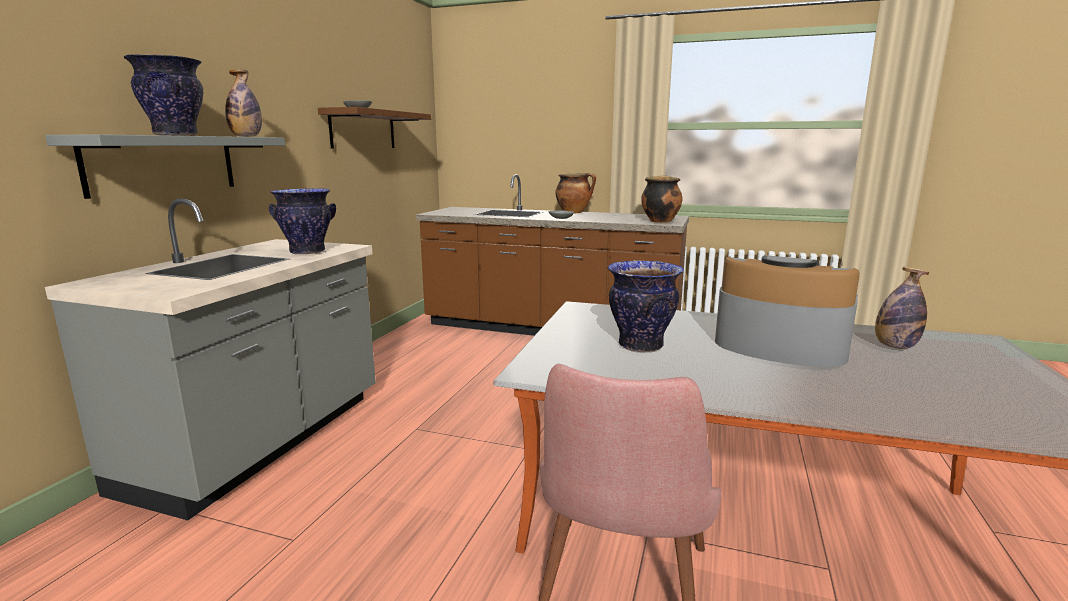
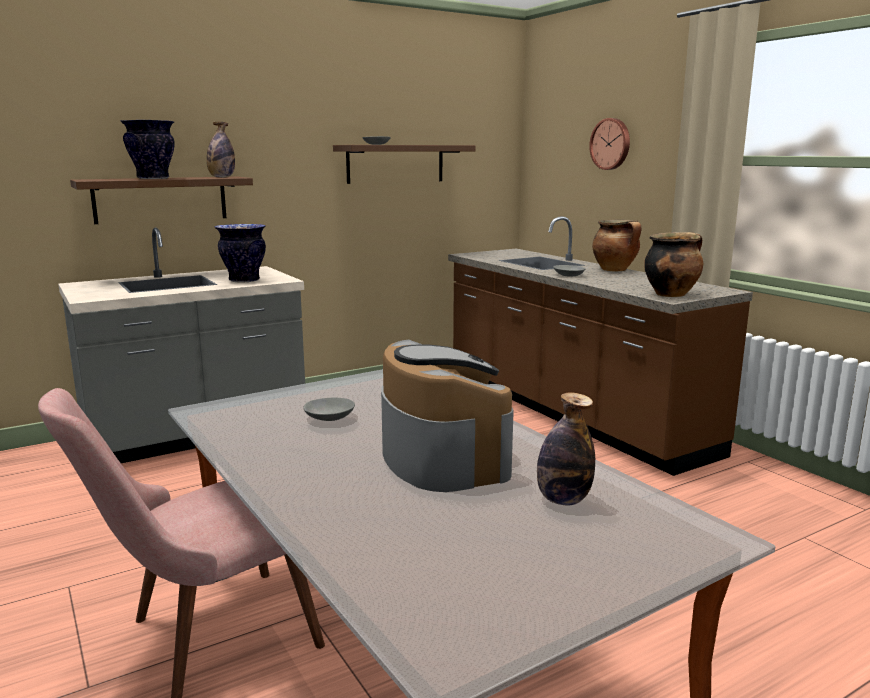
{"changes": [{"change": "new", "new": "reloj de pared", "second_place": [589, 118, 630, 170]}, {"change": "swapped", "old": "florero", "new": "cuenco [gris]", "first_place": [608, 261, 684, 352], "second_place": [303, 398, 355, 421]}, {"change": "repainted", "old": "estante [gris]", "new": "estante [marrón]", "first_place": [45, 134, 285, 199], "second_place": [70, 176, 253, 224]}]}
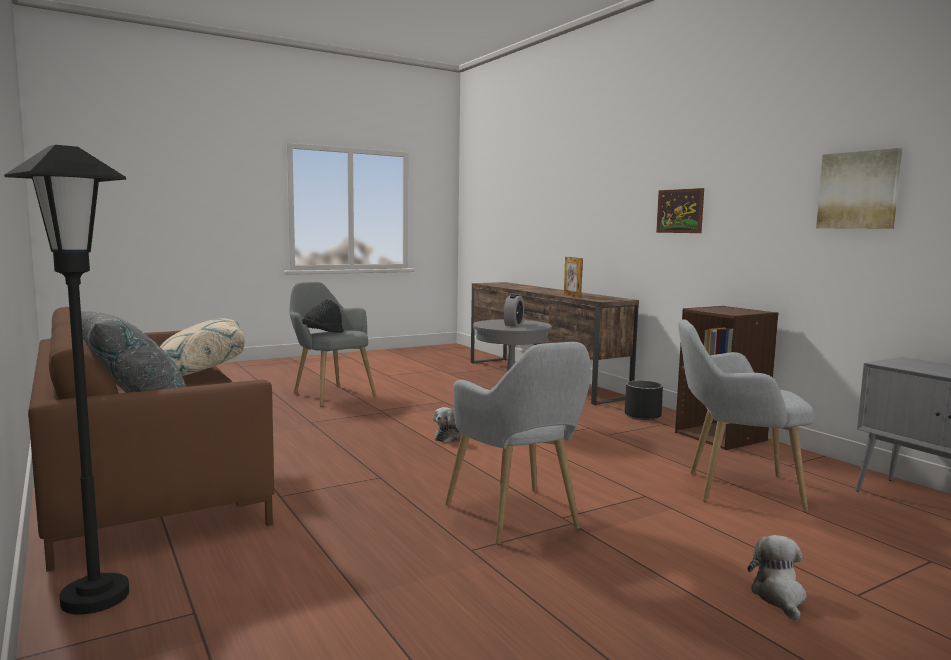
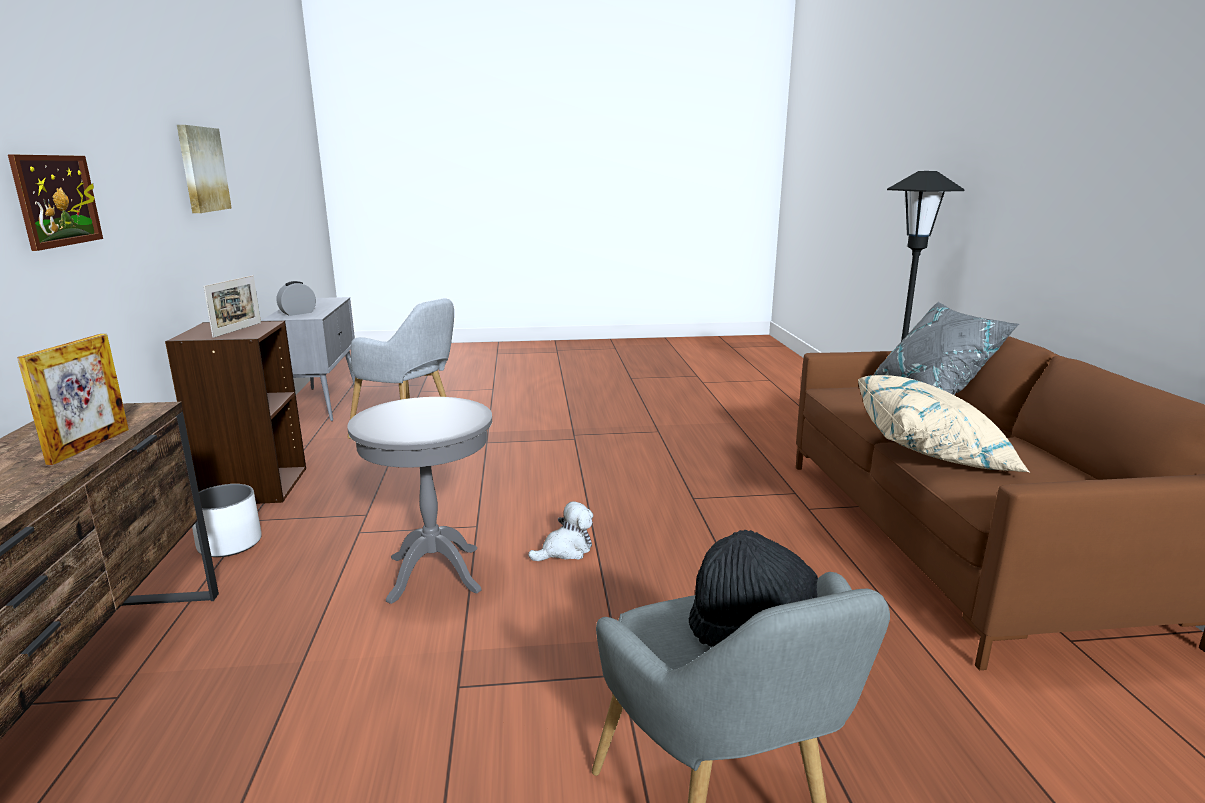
{"changes": [{"change": "gone", "old": "sillón [gris]", "first_place": [445, 342, 591, 545]}, {"change": "gone", "old": "peluche", "first_place": [747, 535, 807, 621]}, {"change": "new", "new": "portarretratos", "second_place": [203, 275, 261, 338]}, {"change": "shifted", "old": "despertador", "first_place": [504, 294, 524, 326], "second_place": [277, 281, 316, 316]}, {"change": "repainted", "old": "maceta [negro]", "new": "maceta [blanco]", "first_place": [625, 380, 663, 420], "second_place": [192, 484, 262, 557]}]}
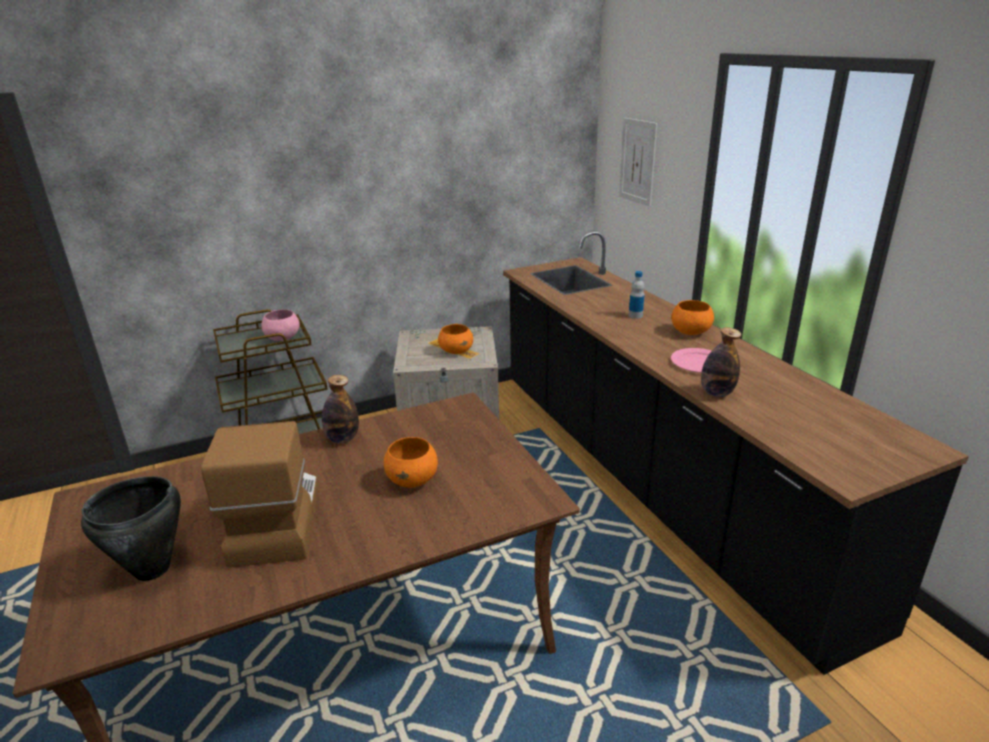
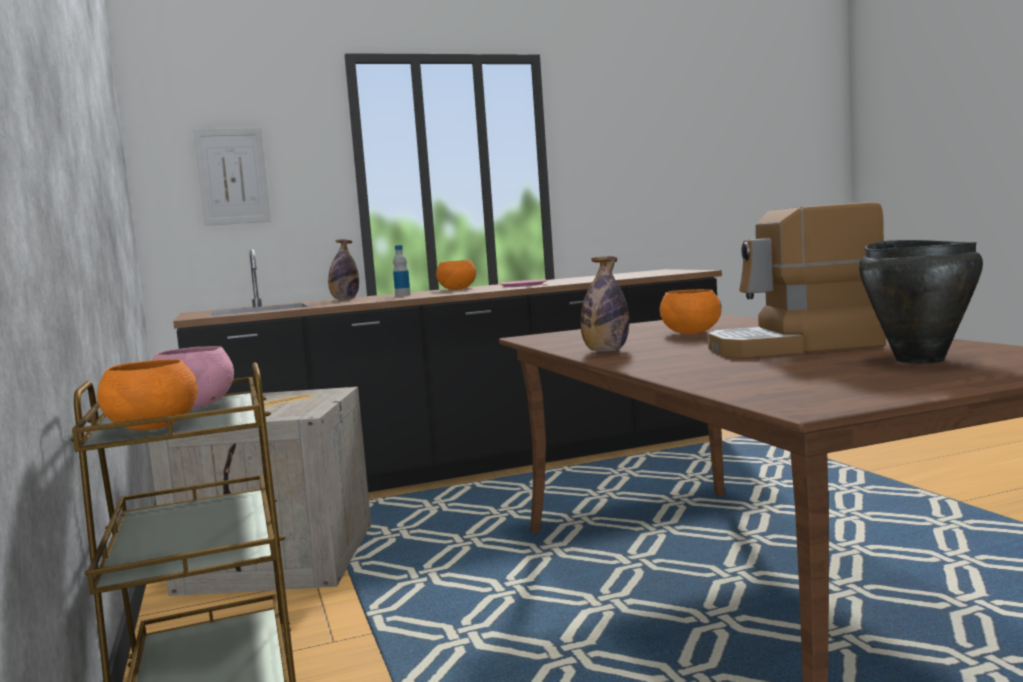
{"changes": [{"change": "shifted", "old": "cuenco [naranja]", "first_place": [438, 324, 473, 354], "second_place": [97, 359, 198, 430]}, {"change": "shifted", "old": "botella", "first_place": [701, 327, 741, 397], "second_place": [328, 239, 359, 299]}]}
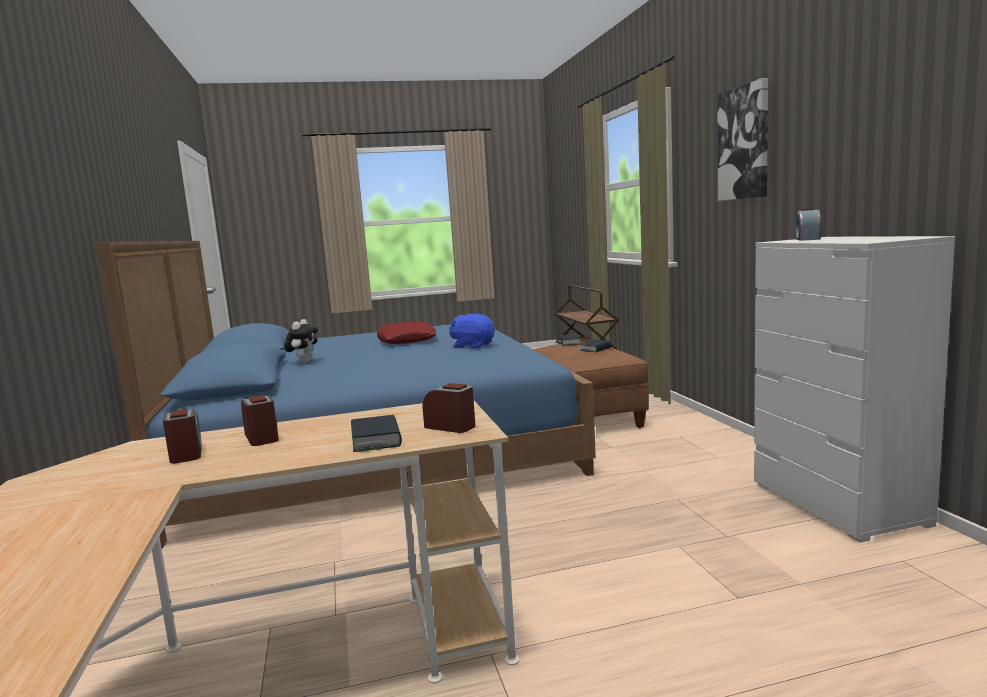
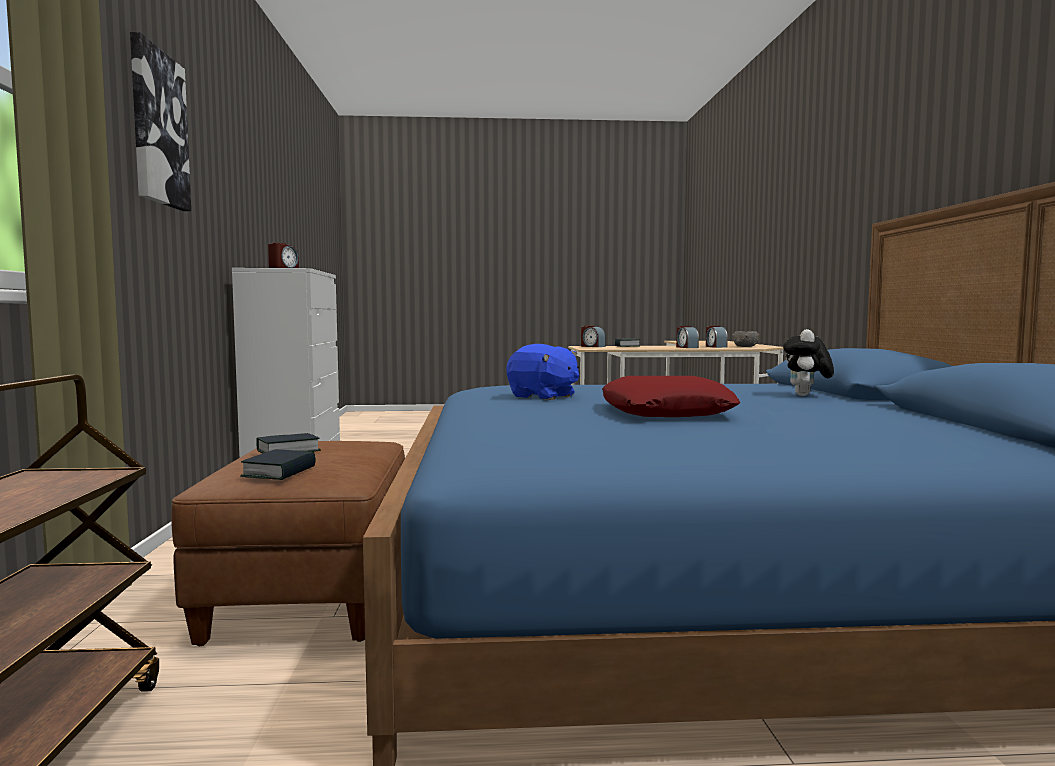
{"changes": [{"change": "new", "new": "cuenco [gris]", "second_place": [732, 331, 759, 347]}]}
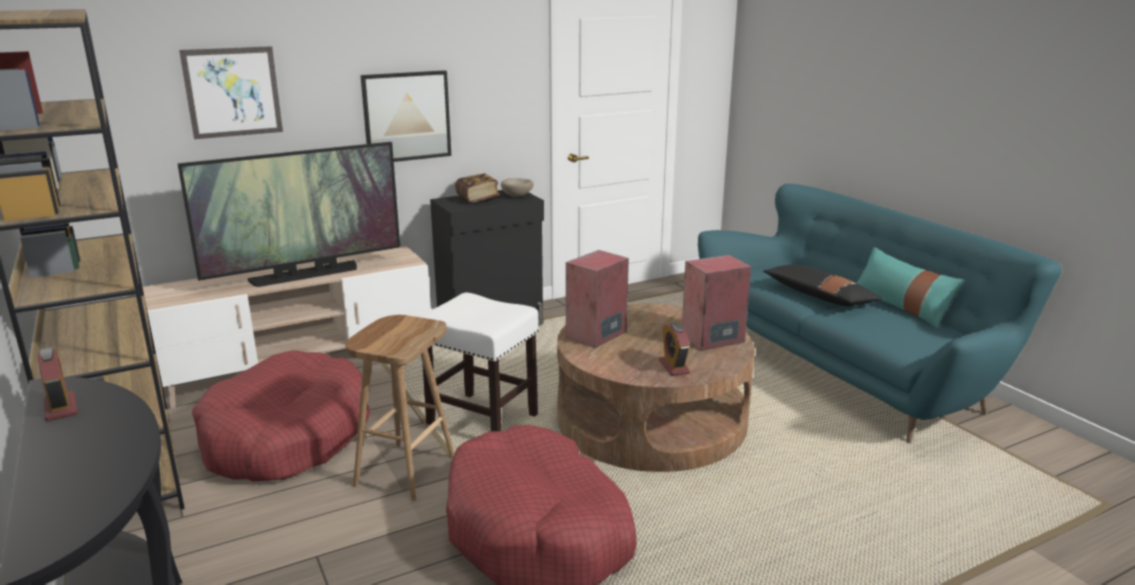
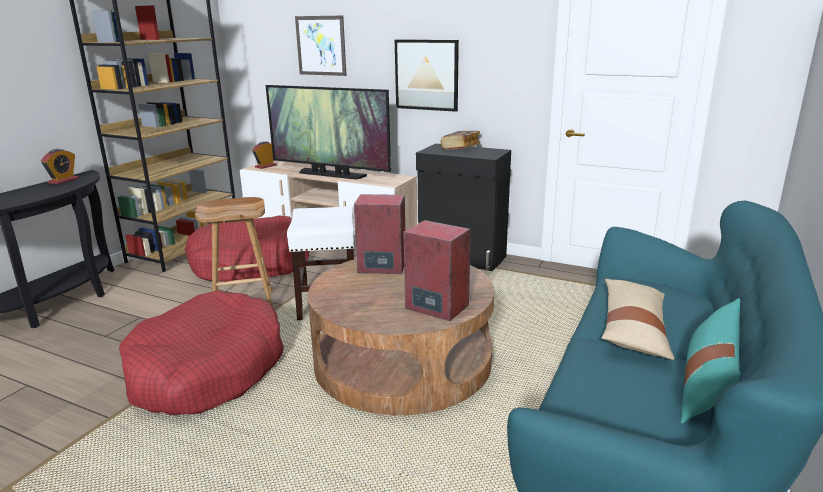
{"changes": [{"change": "gone", "old": "cuenco [beis]", "first_place": [501, 178, 534, 197]}, {"change": "shifted", "old": "despertador", "first_place": [659, 322, 690, 376], "second_place": [252, 141, 277, 169]}, {"change": "repainted", "old": "cojín [negro]", "new": "cojín [beis]", "first_place": [763, 264, 883, 306], "second_place": [602, 279, 674, 360]}]}
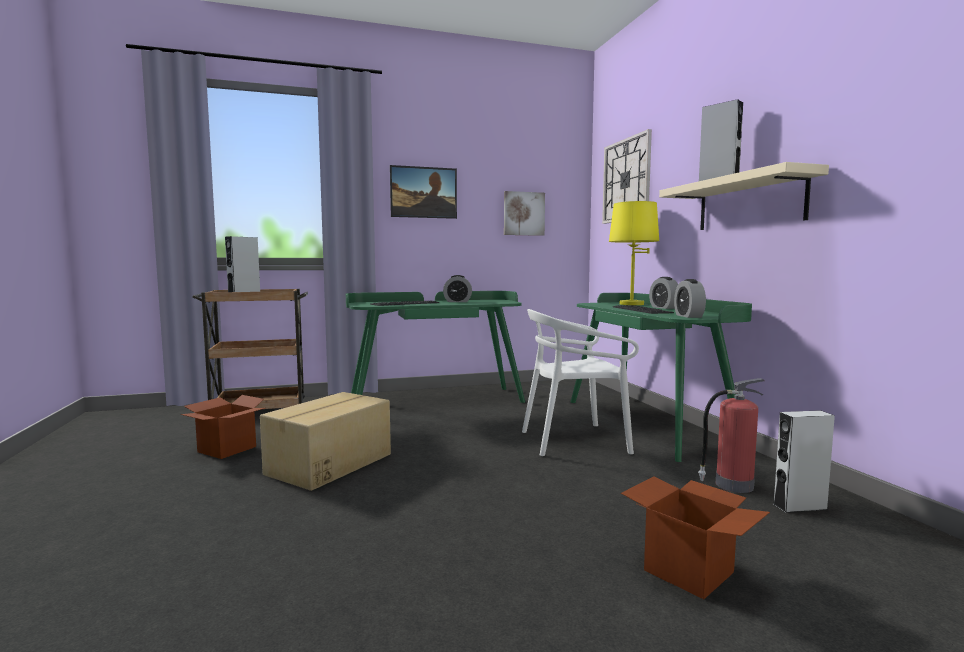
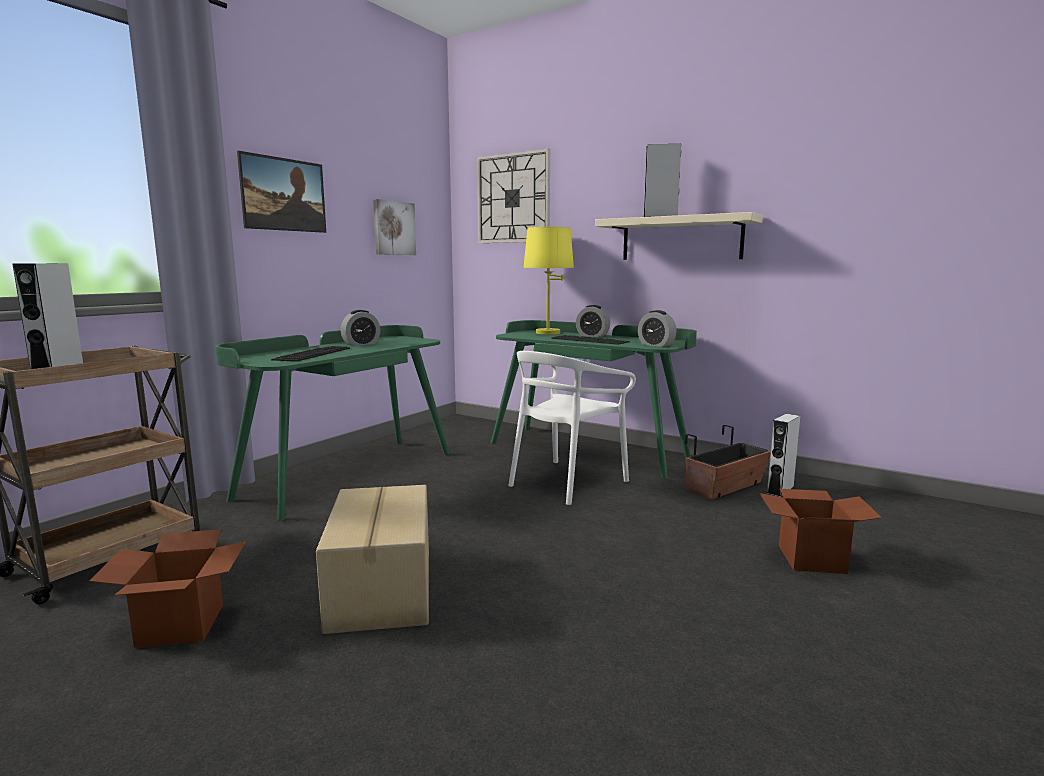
{"changes": [{"change": "swapped", "old": "extintor", "new": "maceta", "first_place": [698, 378, 765, 493], "second_place": [685, 425, 771, 499]}]}
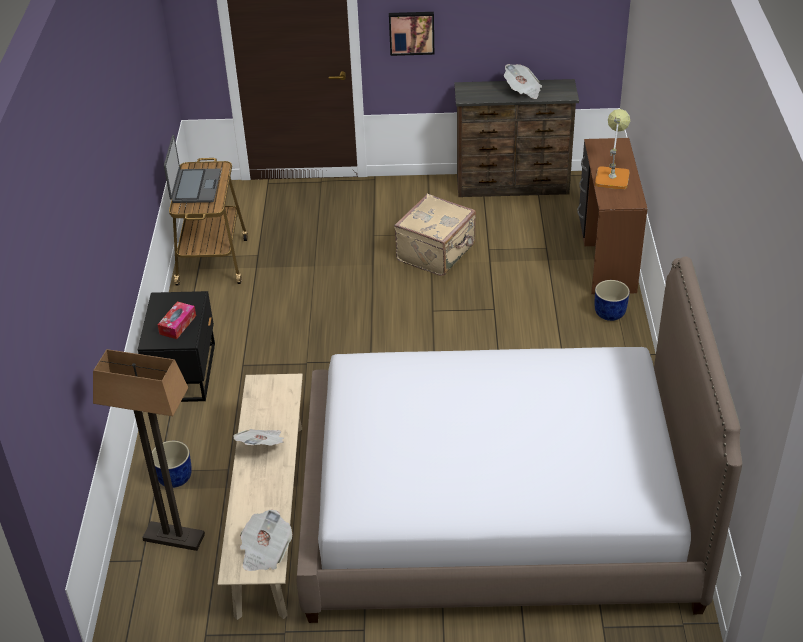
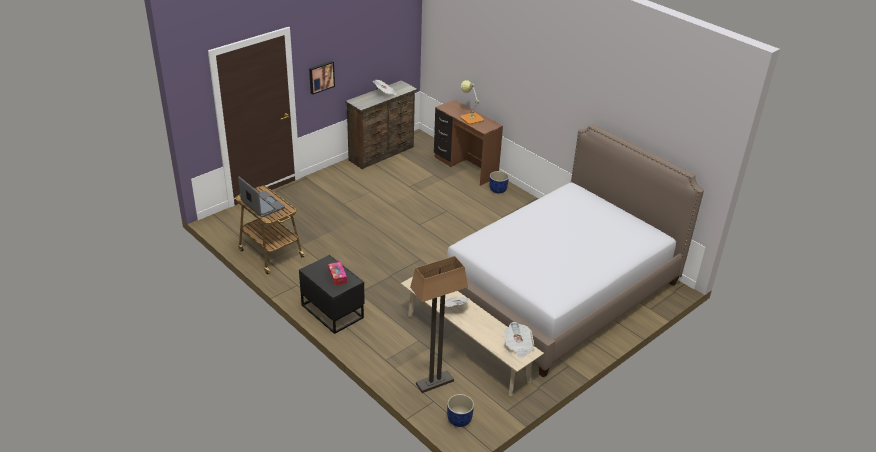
{"changes": [{"change": "gone", "old": "maleta [beis]", "first_place": [394, 194, 476, 276]}, {"change": "shifted", "old": "maceta [azul]", "first_place": [152, 441, 192, 488], "second_place": [447, 394, 474, 427]}]}
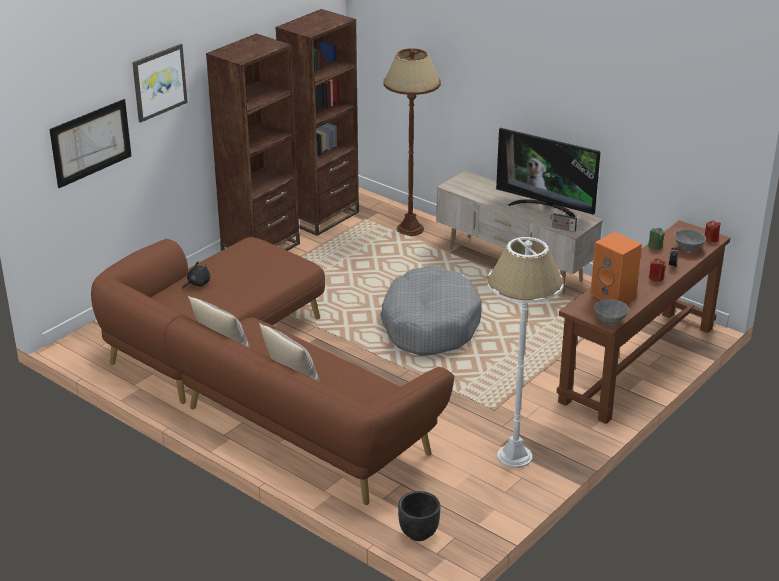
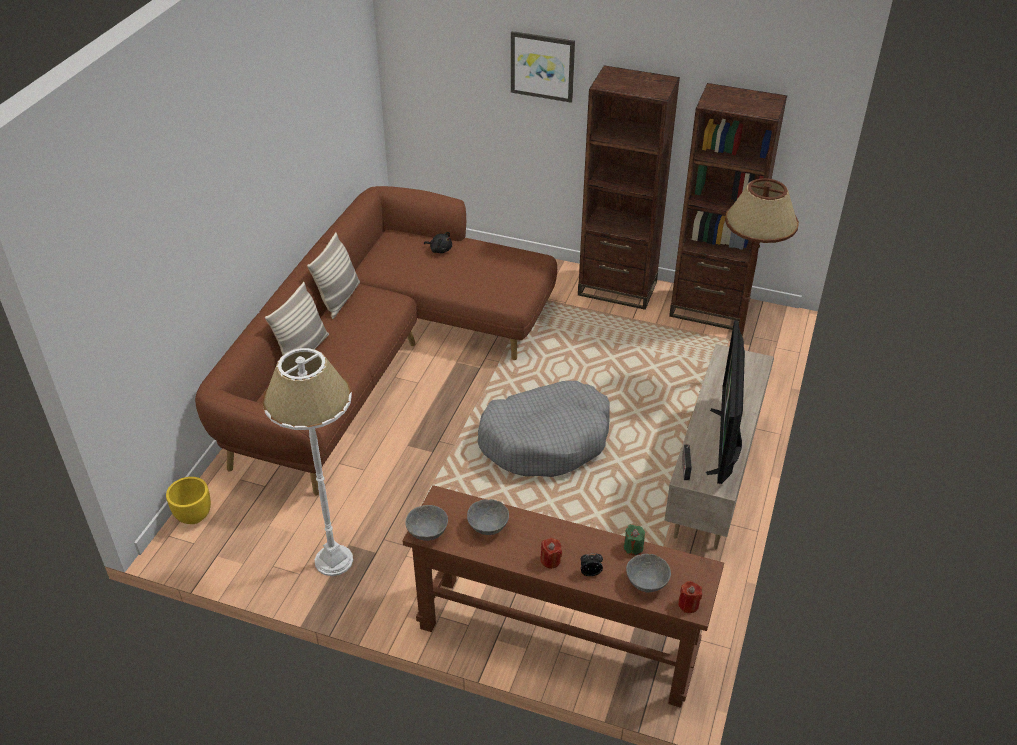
{"changes": [{"change": "gone", "old": "cuadro", "first_place": [49, 99, 131, 188]}, {"change": "swapped", "old": "altavoz [naranja]", "new": "cuenco [gris]", "first_place": [590, 232, 642, 303], "second_place": [467, 499, 509, 535]}, {"change": "repainted", "old": "maceta [negro]", "new": "maceta [amarillo]", "first_place": [398, 491, 440, 541], "second_place": [166, 477, 211, 524]}]}
